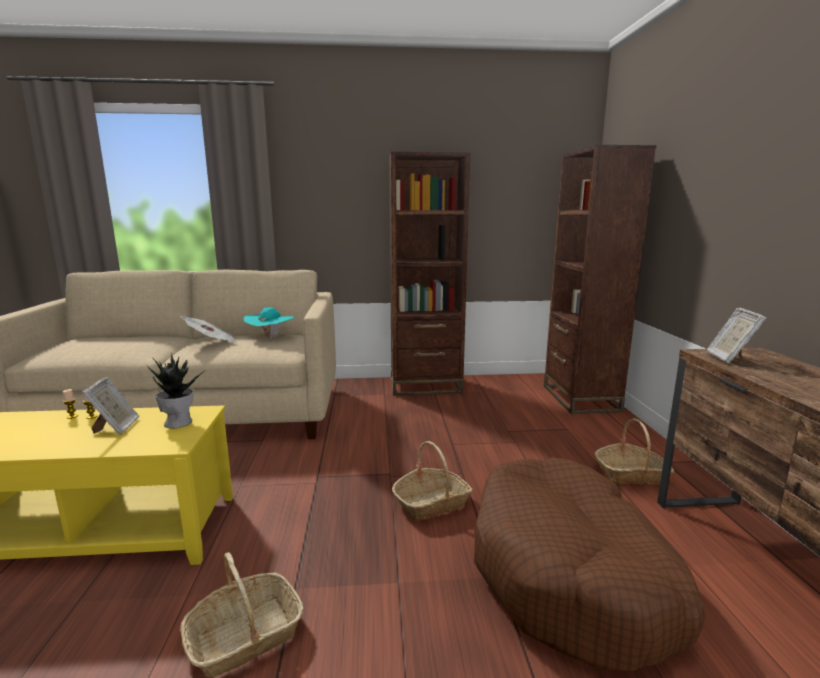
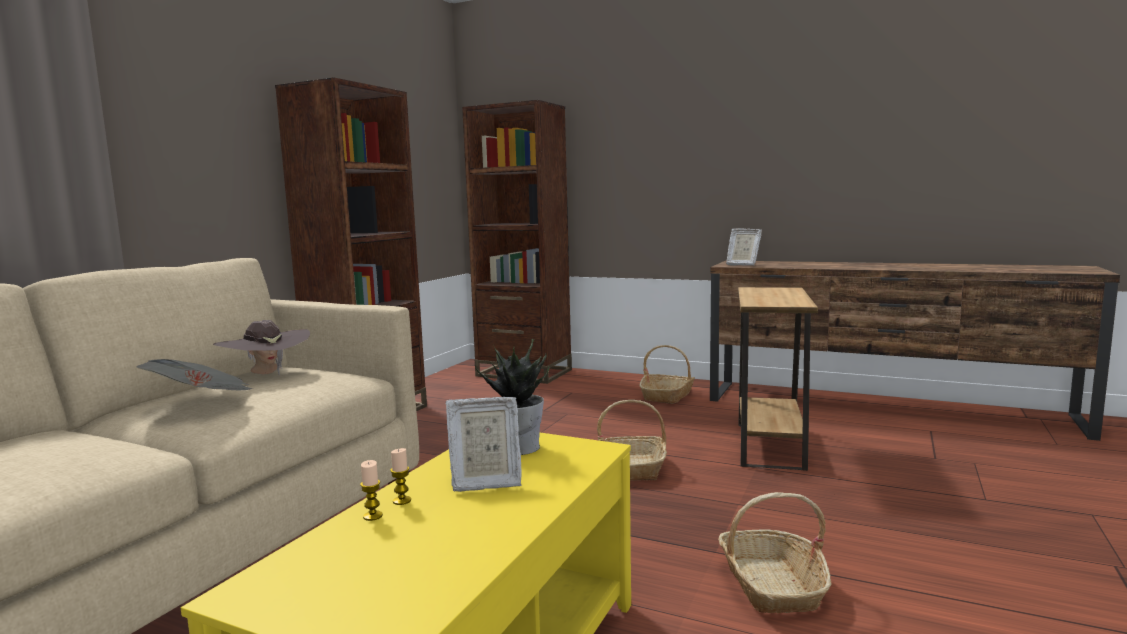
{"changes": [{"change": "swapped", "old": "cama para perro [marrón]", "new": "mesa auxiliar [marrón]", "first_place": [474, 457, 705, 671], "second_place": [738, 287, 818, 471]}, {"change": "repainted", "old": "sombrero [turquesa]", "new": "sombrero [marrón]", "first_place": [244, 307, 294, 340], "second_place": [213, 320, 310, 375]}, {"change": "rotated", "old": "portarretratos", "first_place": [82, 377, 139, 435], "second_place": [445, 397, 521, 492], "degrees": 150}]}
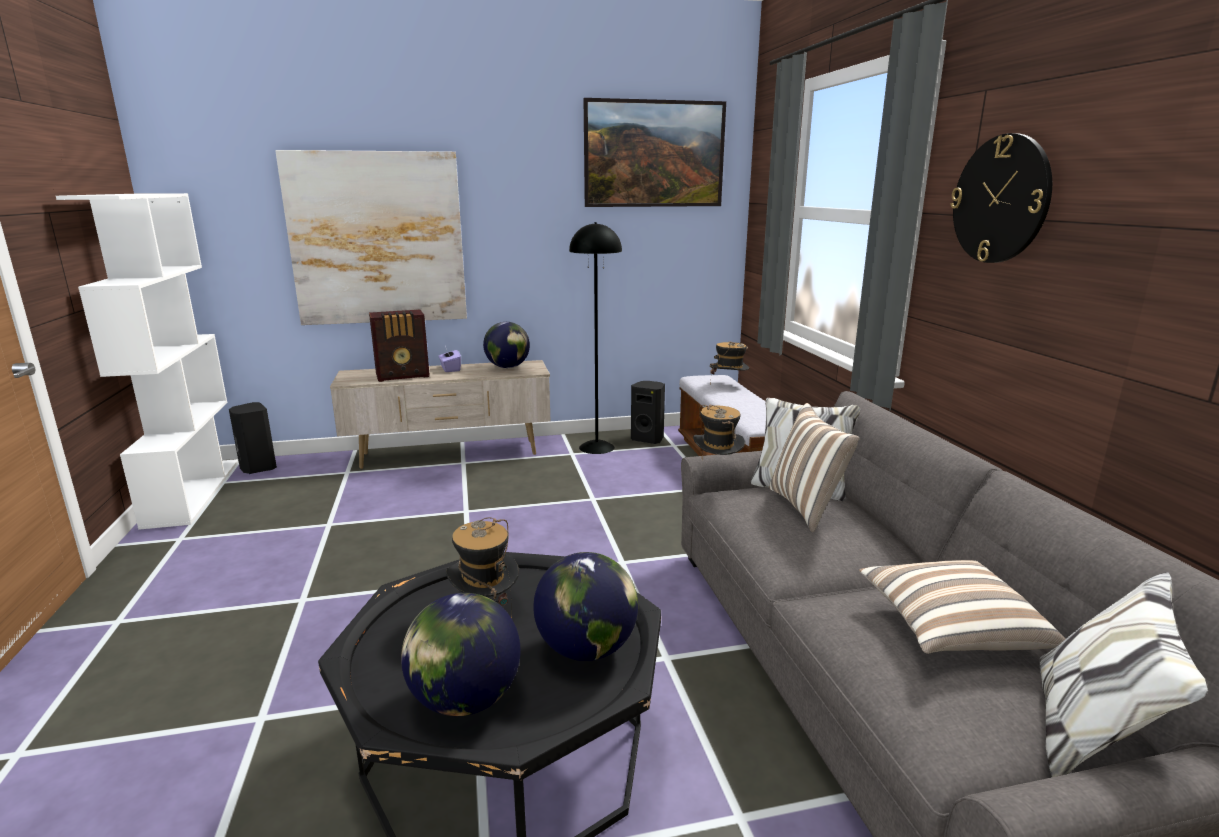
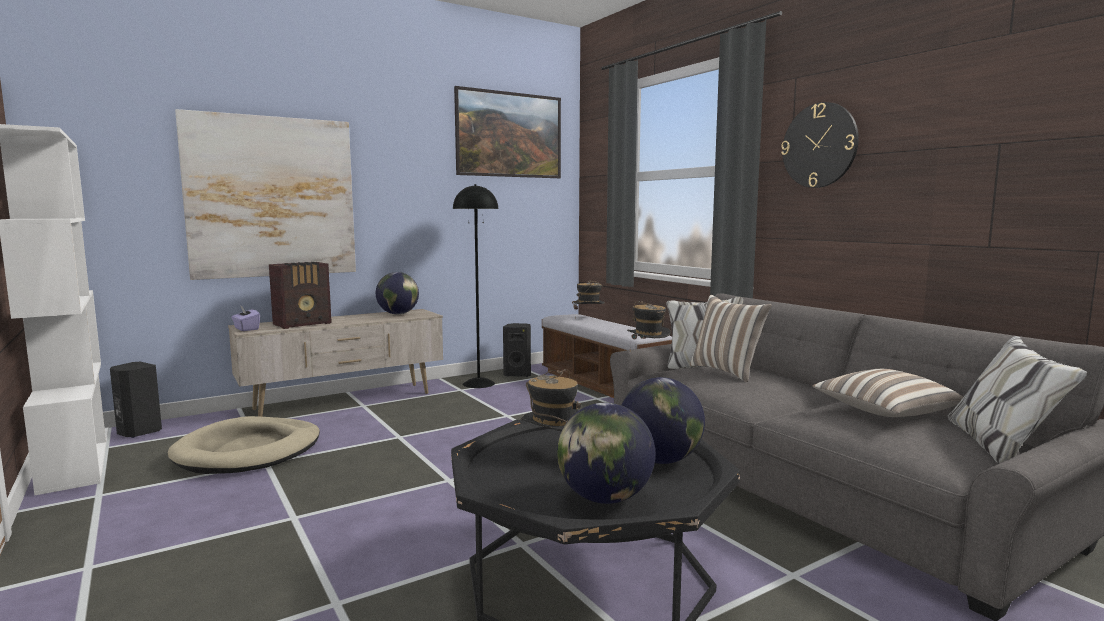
{"changes": [{"change": "new", "new": "cama para perro [beis]", "second_place": [168, 416, 320, 474]}, {"change": "shifted", "old": "caja de pañuelos [morado]", "first_place": [439, 346, 461, 372], "second_place": [231, 306, 260, 331]}]}
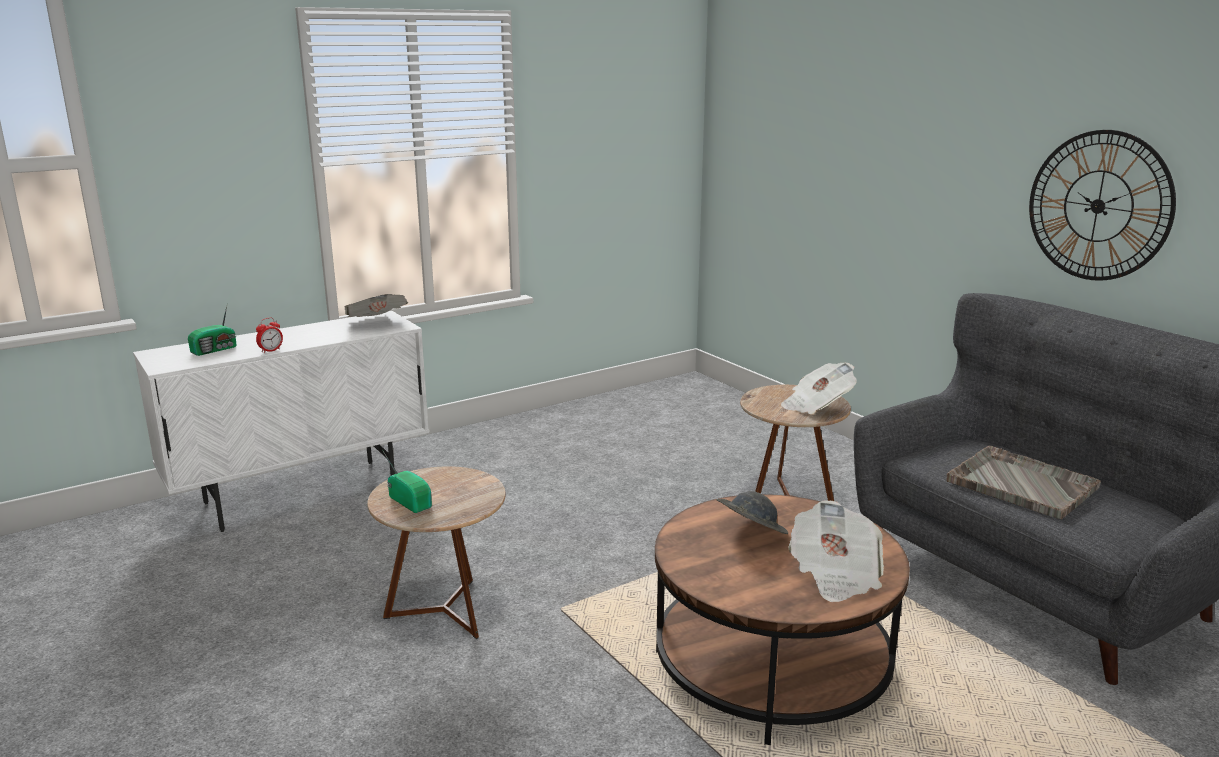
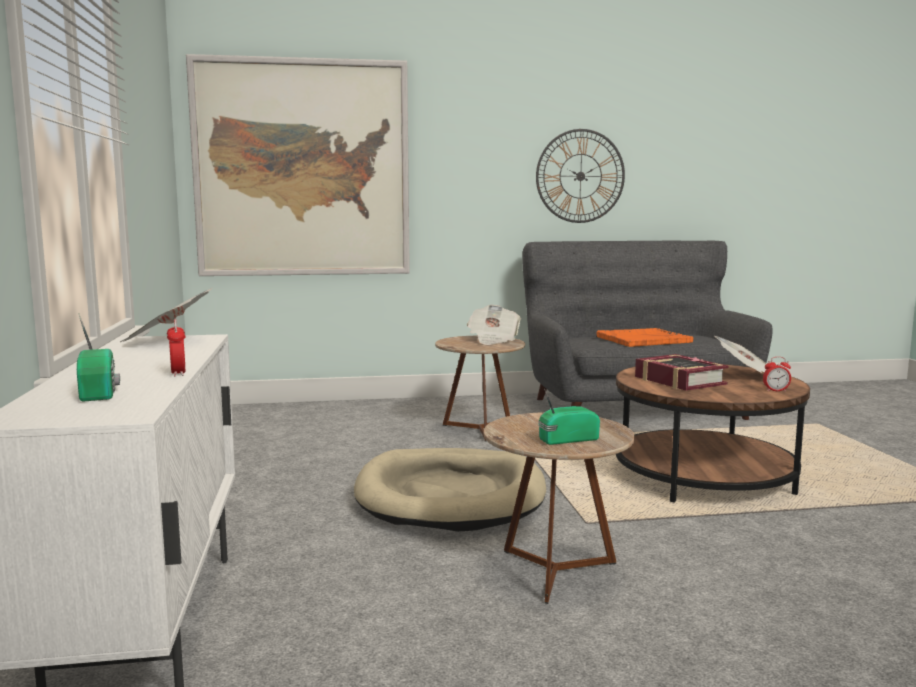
{"changes": [{"change": "new", "new": "cuadro", "second_place": [186, 54, 410, 276]}, {"change": "new", "new": "cama para perro [beis]", "second_place": [354, 448, 546, 532]}, {"change": "new", "new": "despertador", "second_place": [763, 357, 791, 392]}, {"change": "swapped", "old": "sombrero [gris]", "new": "libro", "first_place": [716, 491, 788, 534], "second_place": [635, 354, 729, 391]}, {"change": "repainted", "old": "bandeja [gris]", "new": "bandeja [naranja]", "first_place": [947, 446, 1101, 519], "second_place": [597, 328, 693, 347]}]}
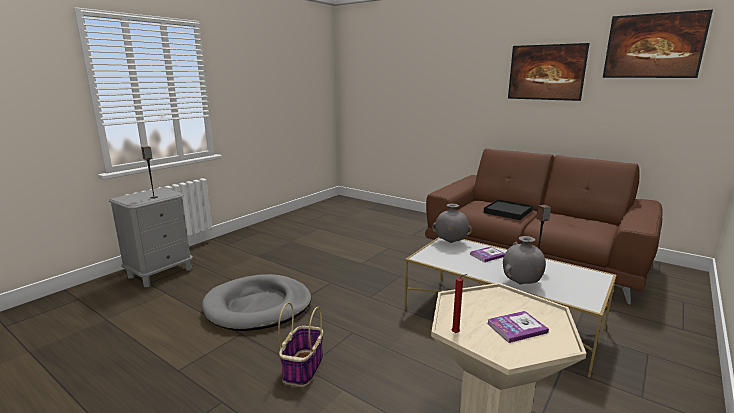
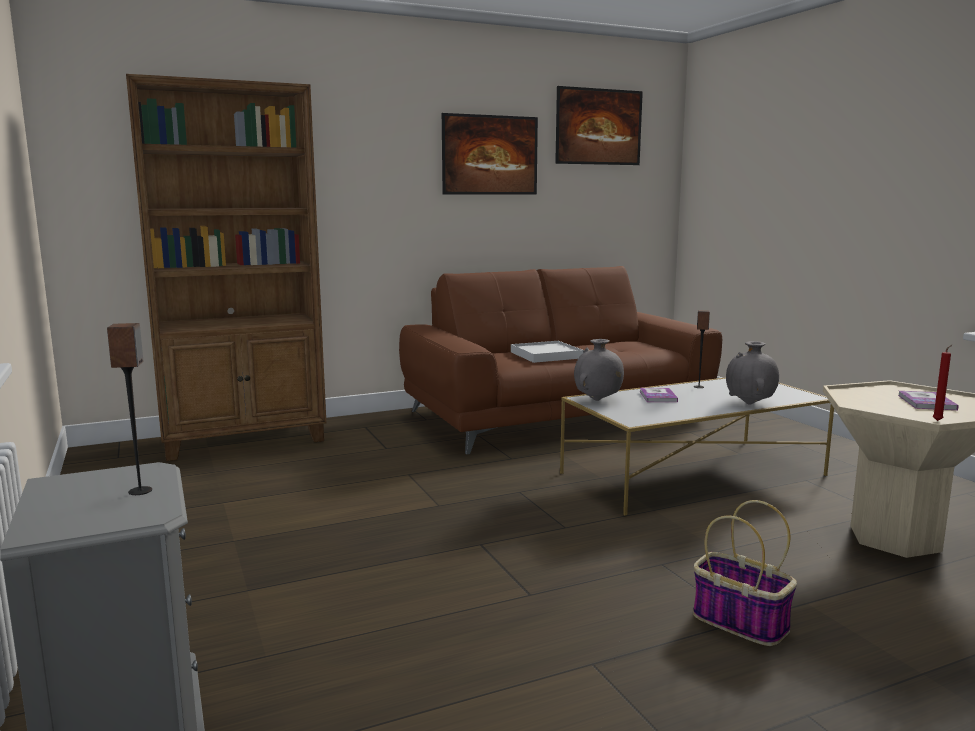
{"changes": [{"change": "gone", "old": "cama para perro [gris]", "first_place": [202, 274, 311, 331]}, {"change": "new", "new": "estantería [marrón]", "second_place": [126, 74, 326, 461]}, {"change": "repainted", "old": "bandeja [negro]", "new": "bandeja [blanco]", "first_place": [483, 200, 533, 220], "second_place": [511, 341, 584, 363]}]}
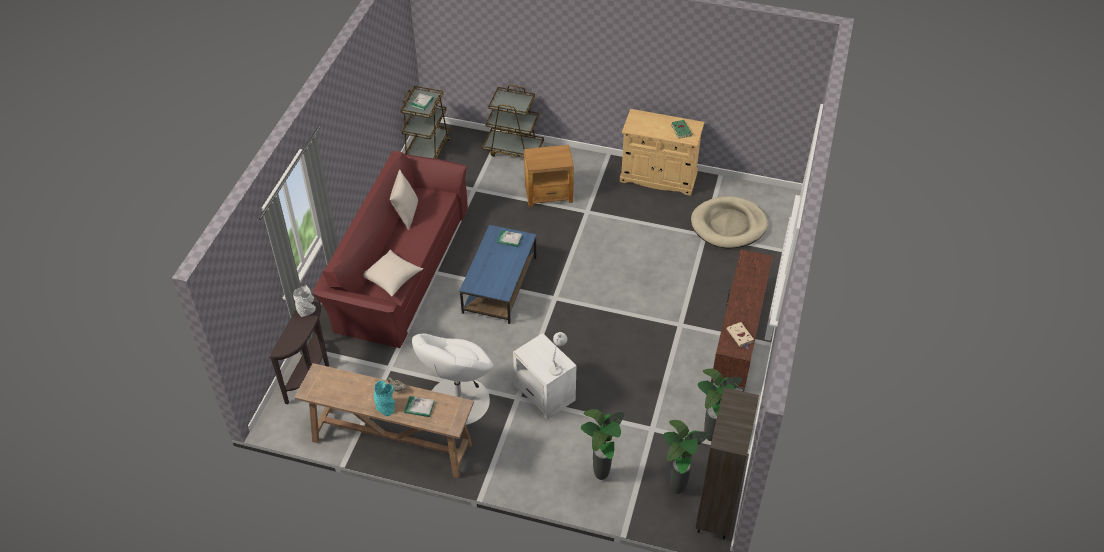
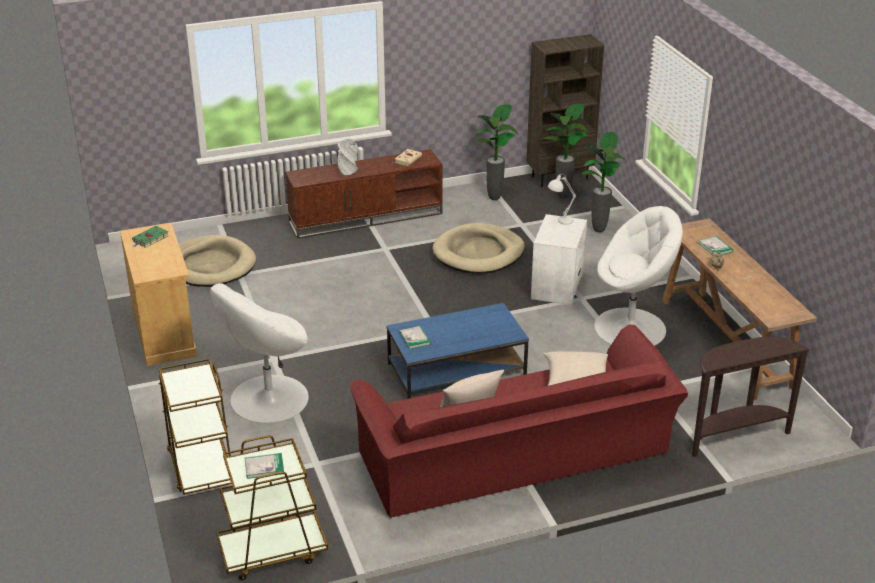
{"changes": [{"change": "gone", "old": "florero [turquesa]", "first_place": [374, 380, 396, 416]}, {"change": "new", "new": "cama para perro [beis]", "second_place": [432, 223, 525, 274]}, {"change": "shifted", "old": "florero [gris]", "first_place": [293, 285, 316, 317], "second_place": [338, 139, 358, 175]}, {"change": "swapped", "old": "mesa auxiliar [marrón]", "new": "sillón [blanco]", "first_place": [524, 145, 574, 207], "second_place": [210, 283, 309, 423]}]}
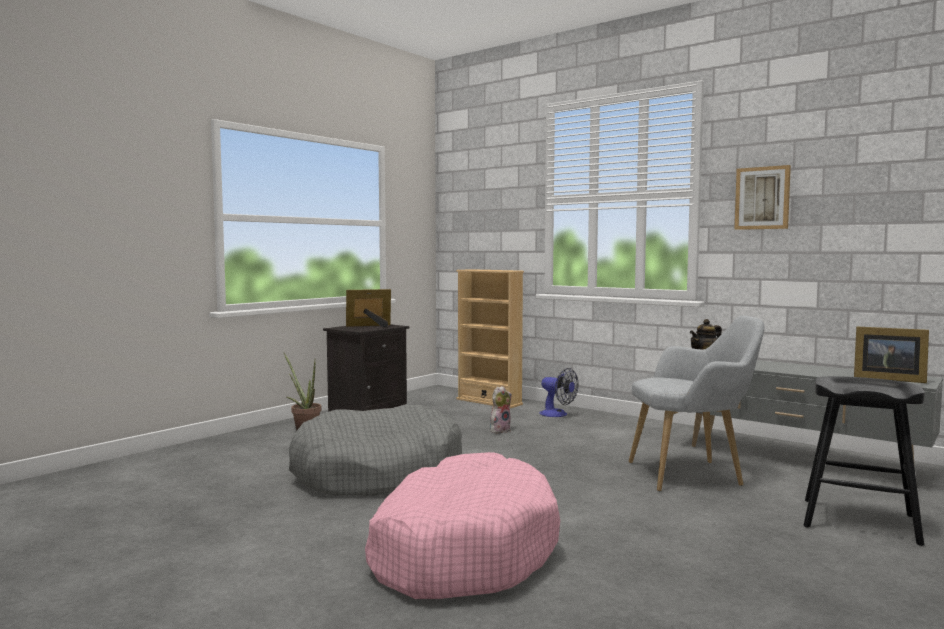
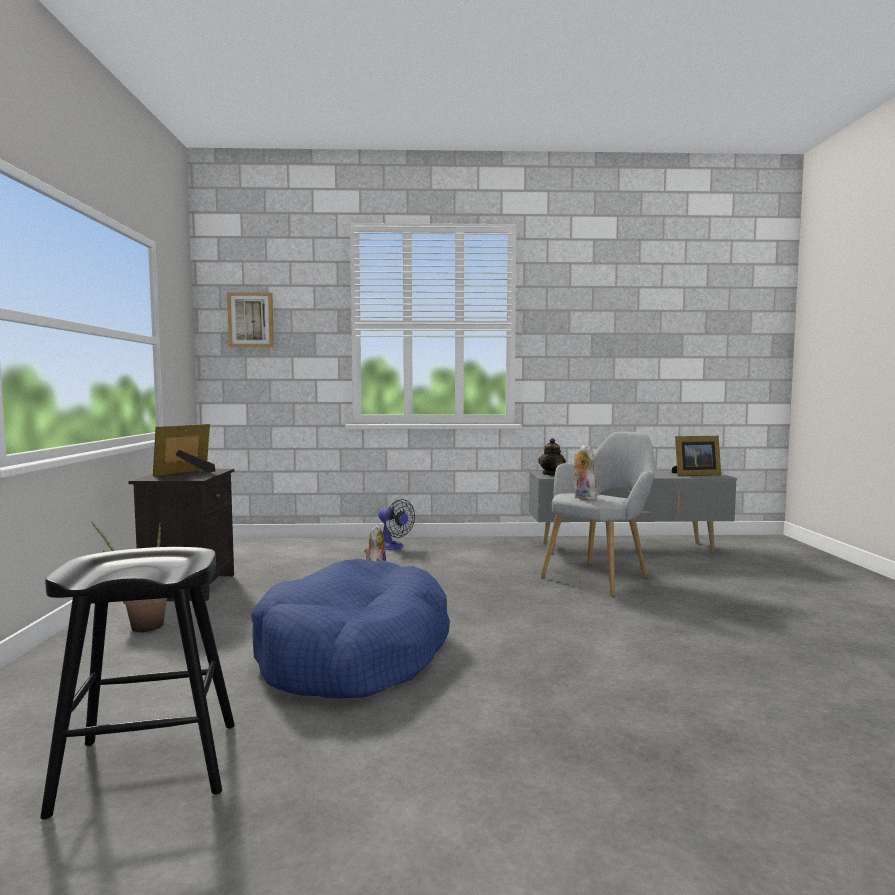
{"changes": [{"change": "gone", "old": "cama para perro [rosa]", "first_place": [365, 452, 560, 599]}, {"change": "gone", "old": "estantería [beis]", "first_place": [456, 269, 524, 408]}, {"change": "new", "new": "peluche", "second_place": [573, 445, 597, 500]}, {"change": "shifted", "old": "cuadro", "first_place": [735, 165, 791, 230], "second_place": [227, 293, 274, 347]}, {"change": "shifted", "old": "taburete [negro]", "first_place": [804, 376, 925, 546], "second_place": [40, 547, 235, 820]}, {"change": "repainted", "old": "cama para perro [gris]", "new": "cama para perro [azul]", "first_place": [289, 404, 462, 496], "second_place": [251, 558, 450, 698]}, {"change": "rotated", "old": "ventilador", "first_place": [539, 368, 579, 417], "second_place": [378, 499, 415, 550], "degrees": 45}]}
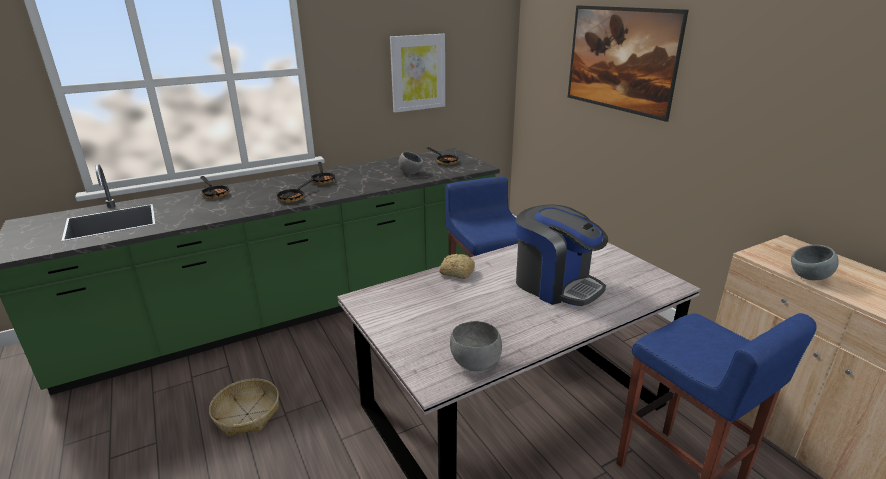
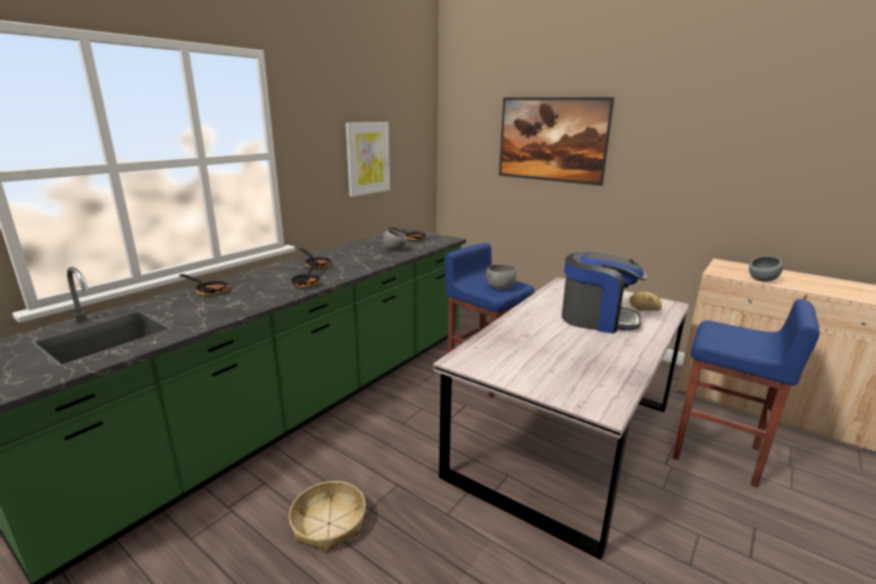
{"changes": [{"change": "shifted", "old": "pan", "first_place": [439, 254, 475, 279], "second_place": [629, 292, 662, 311]}, {"change": "shifted", "old": "cuenco [gris]", "first_place": [450, 321, 502, 371], "second_place": [486, 264, 517, 290]}]}
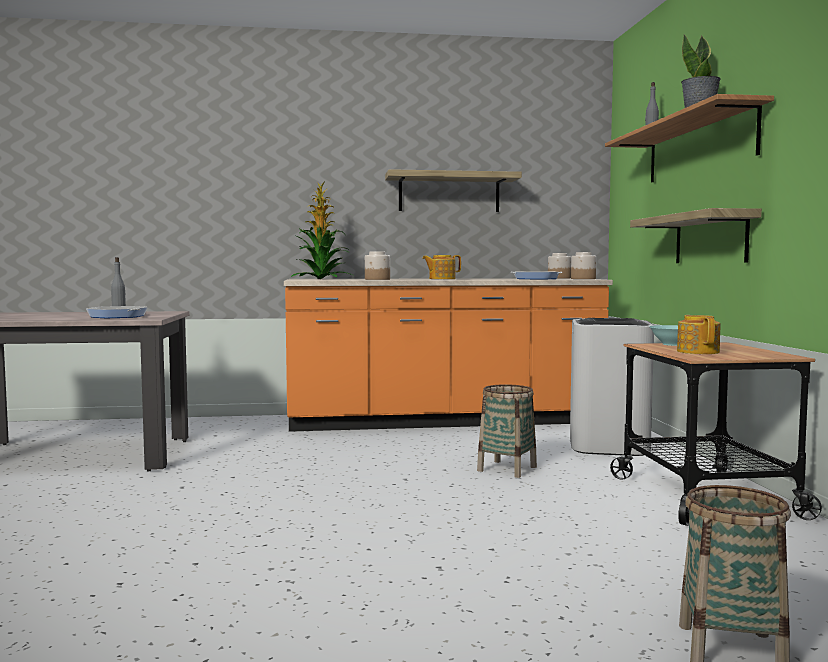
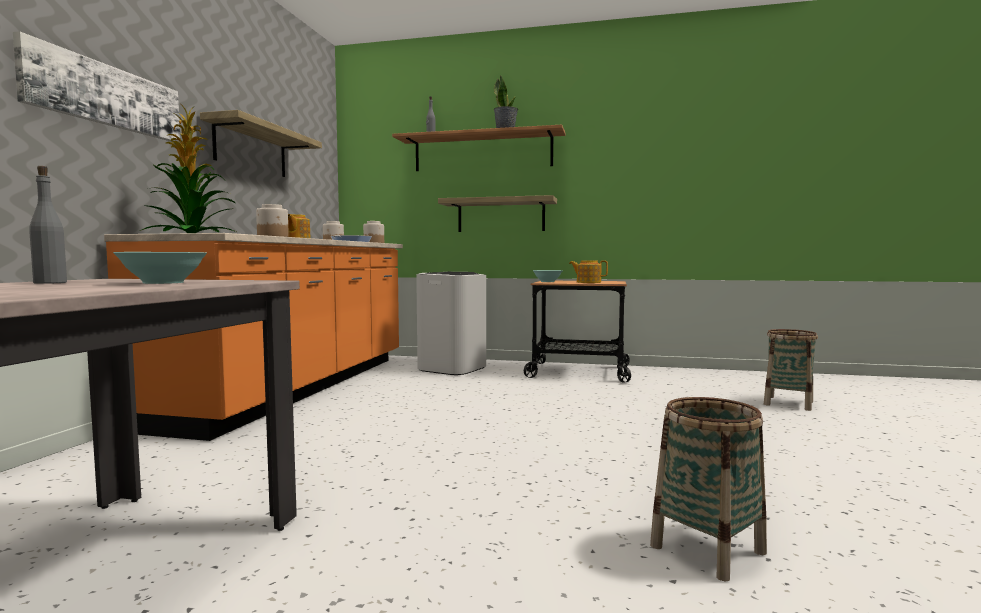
{"changes": [{"change": "new", "new": "cuadro", "second_place": [13, 31, 180, 142]}, {"change": "shifted", "old": "cesta", "first_place": [477, 384, 537, 478], "second_place": [650, 397, 767, 582]}, {"change": "swapped", "old": "sartén", "new": "cuenco [turquesa]", "first_place": [86, 306, 148, 318], "second_place": [113, 252, 207, 284]}]}
